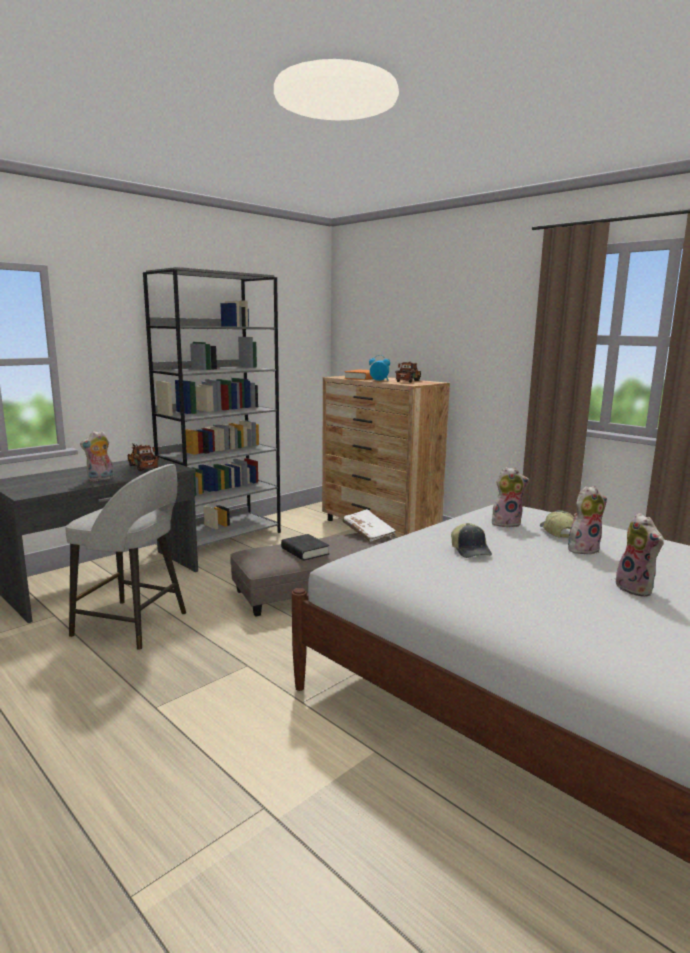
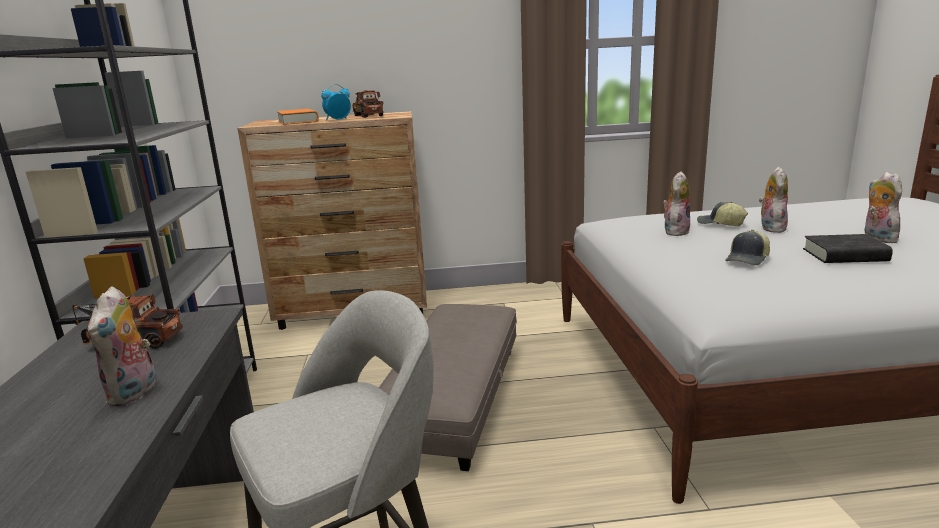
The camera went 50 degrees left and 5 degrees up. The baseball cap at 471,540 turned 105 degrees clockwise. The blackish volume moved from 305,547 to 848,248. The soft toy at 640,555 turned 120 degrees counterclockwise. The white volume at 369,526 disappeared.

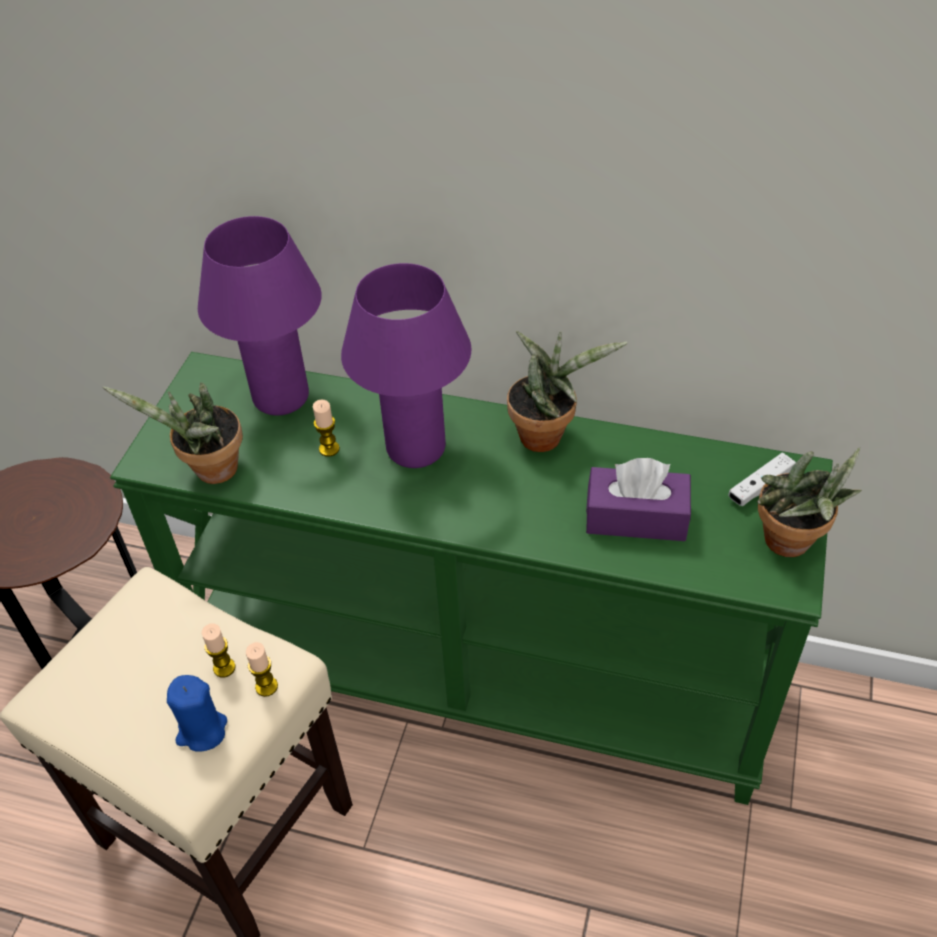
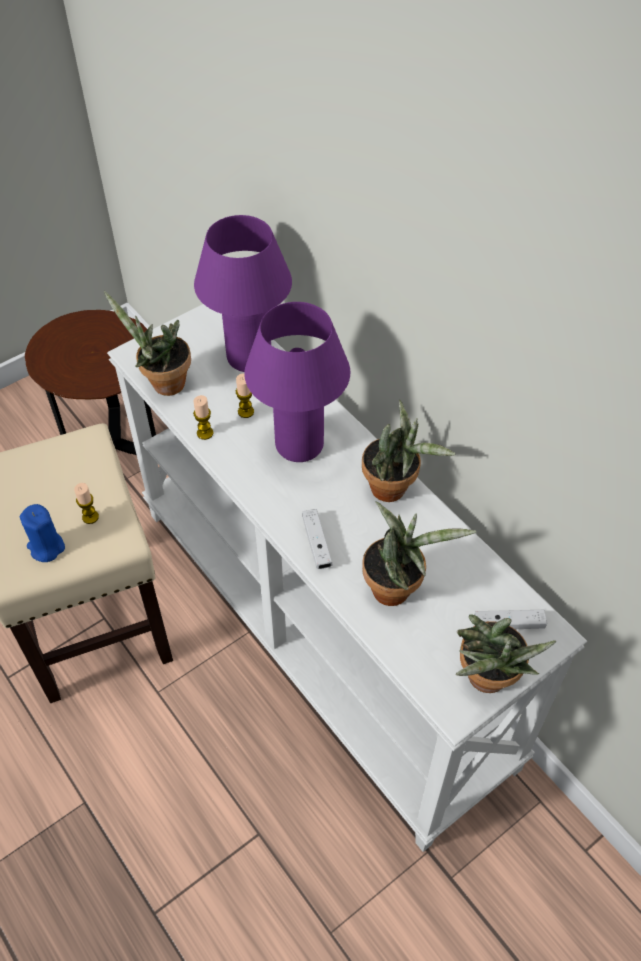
The camera went 35 degrees right and 5 degrees up. The greenish console table at 471,578 became the white console table at 347,578. The candle moved from 262,669 to 203,417. The white gamepad at 317,539 appeared. The purplish box of tissues at 638,499 was replaced by the houseplant at 419,553.

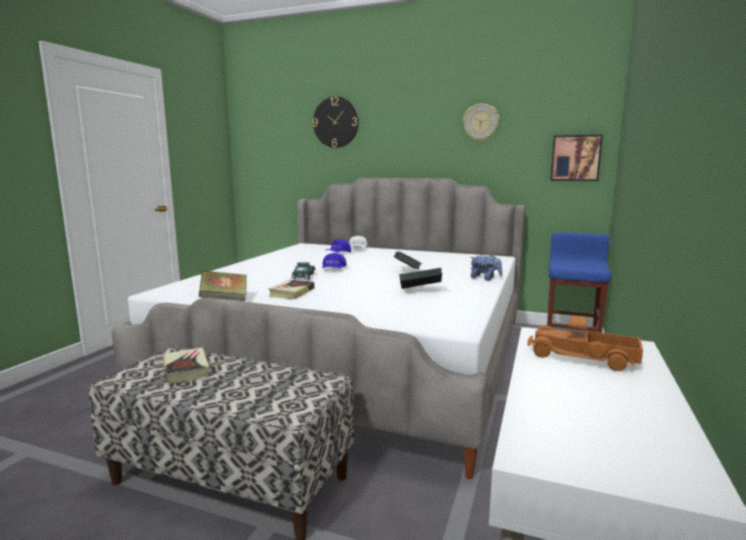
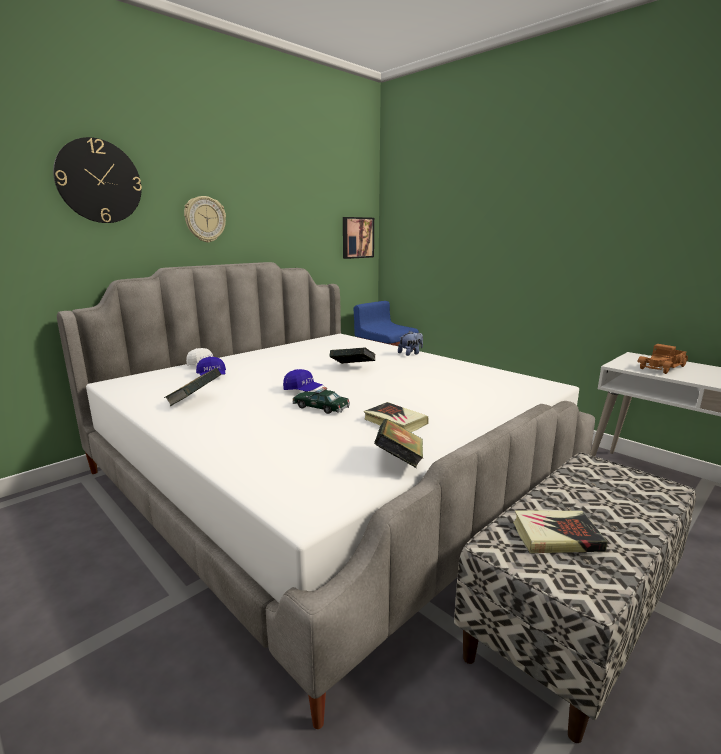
The camera went 65 degrees left and 5 degrees up. The volume moved from 420,278 to 192,387. The hanging clock moved from 481,122 to 205,219.

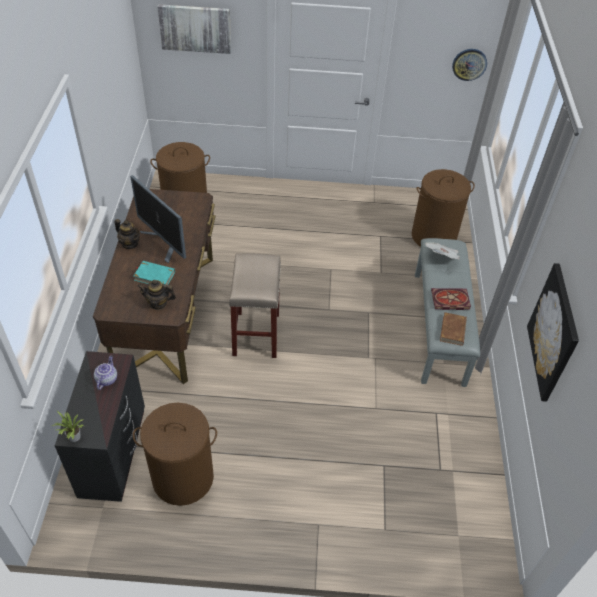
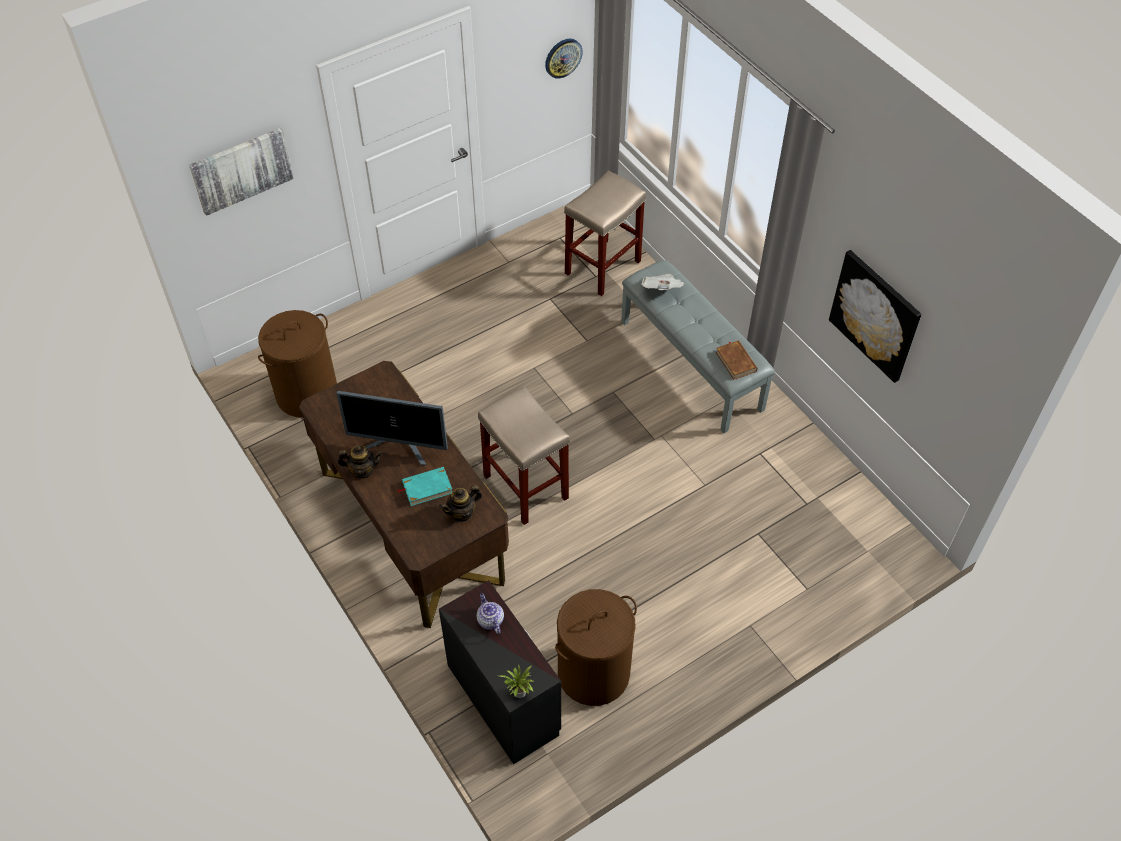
The camera went 35 degrees left and 5 degrees up. The brown washing basket at 443,208 was replaced by the sand-coloured sitting stool at 605,233. The volume at 451,299 disappeared.

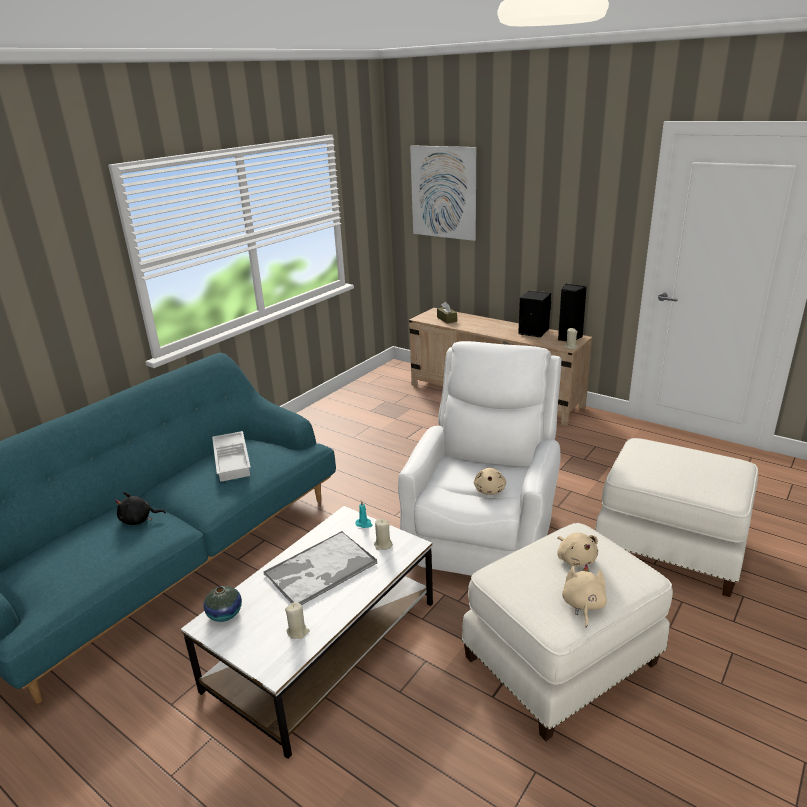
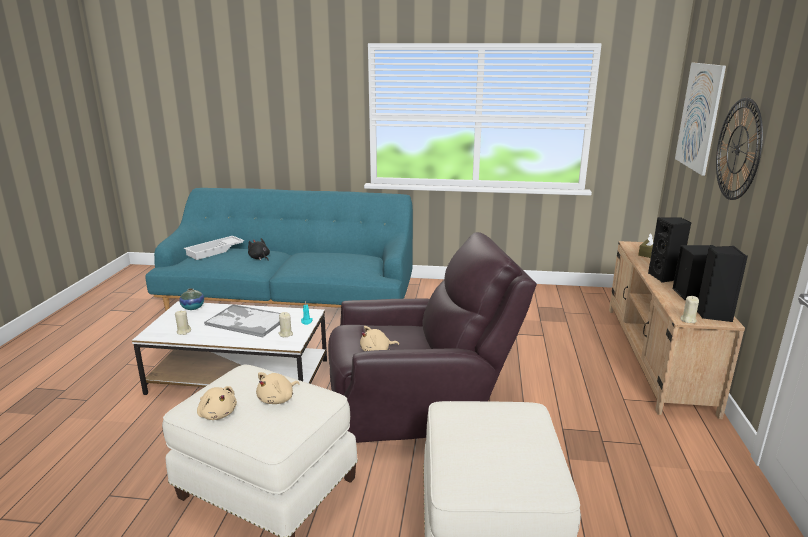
The camera went 60 degrees right and 5 degrees down. The white serving tray moved from 231,456 to 214,248. The sand-coloured soft toy at 584,596 turned 60 degrees clockwise. The white armchair at 479,458 became the brown armchair at 432,337. The blackish speaker at 669,250 appeared. The hanging clock at 739,149 appeared.

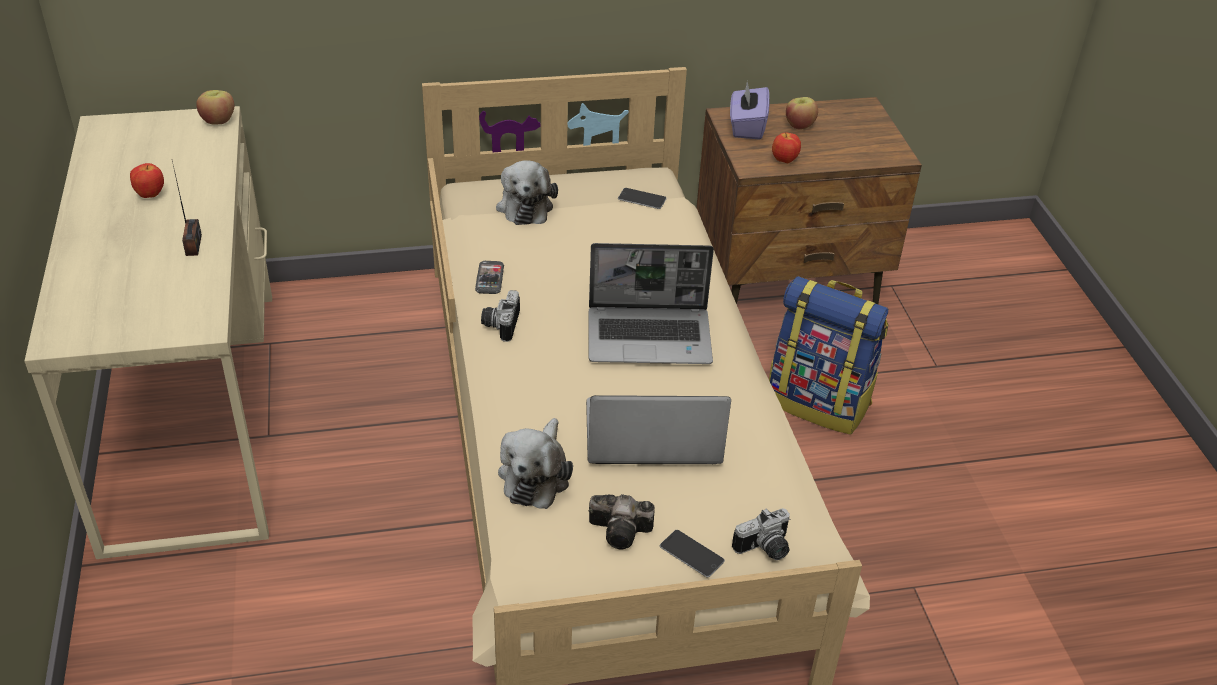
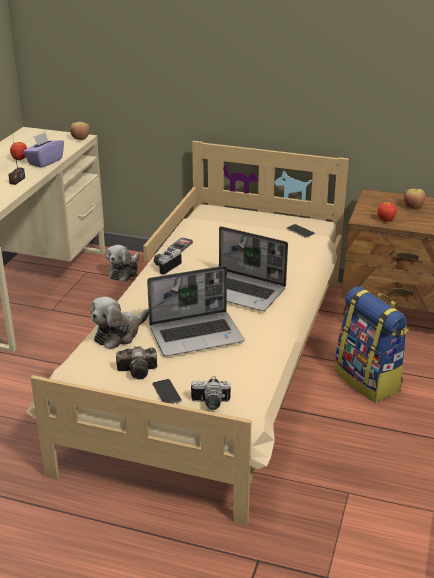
The camera went 30 degrees right and 10 degrees down. The purplish box of tissues moved from 750,111 to 43,150. The soft toy moved from 527,192 to 122,263. The still camera at 622,521 turned 45 degrees counterclockwise. The laptop at 658,429 turned 135 degrees clockwise.

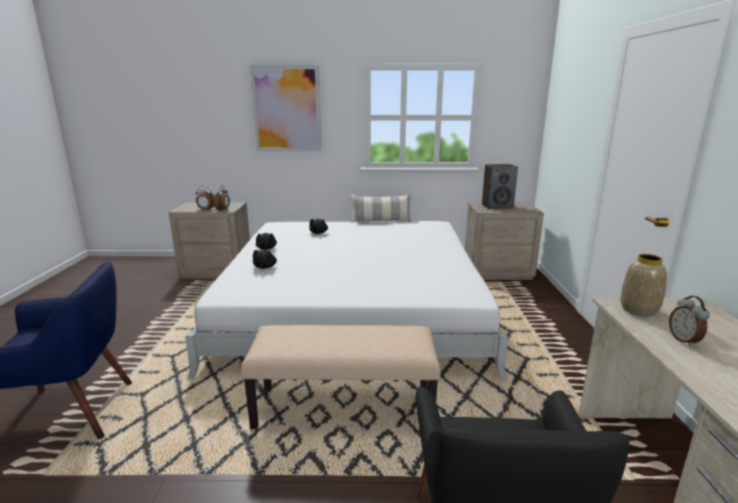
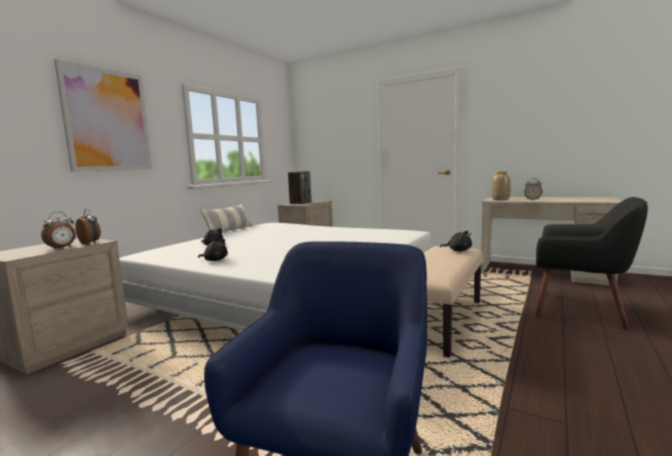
The camera went 60 degrees left and 10 degrees down. The blackish soft toy moved from 265,259 to 456,241.

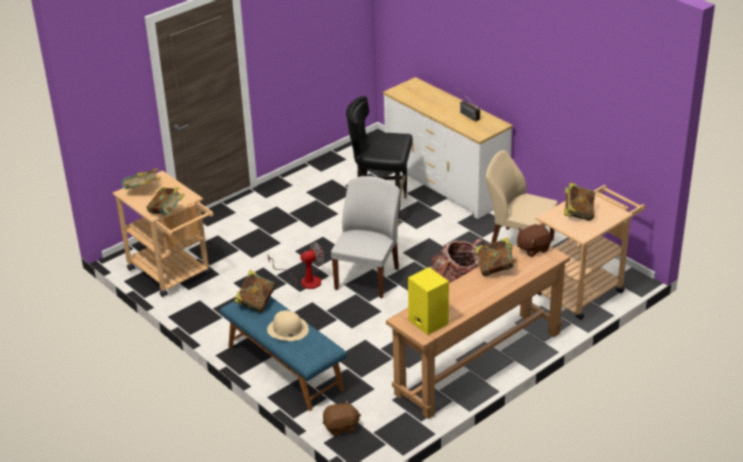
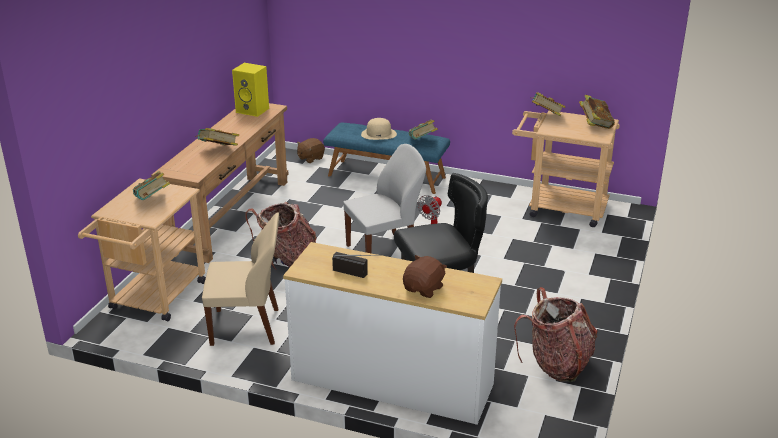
The camera went 150 degrees right and 5 degrees down. The white plain chair at 365,237 turned 105 degrees counterclockwise. The brown soft toy moved from 534,240 to 425,276. The backpack at 556,334 appeared.

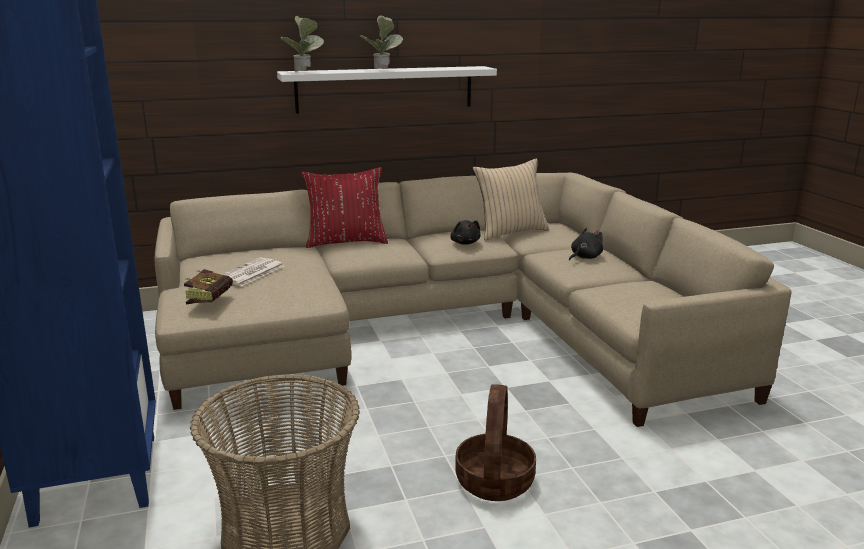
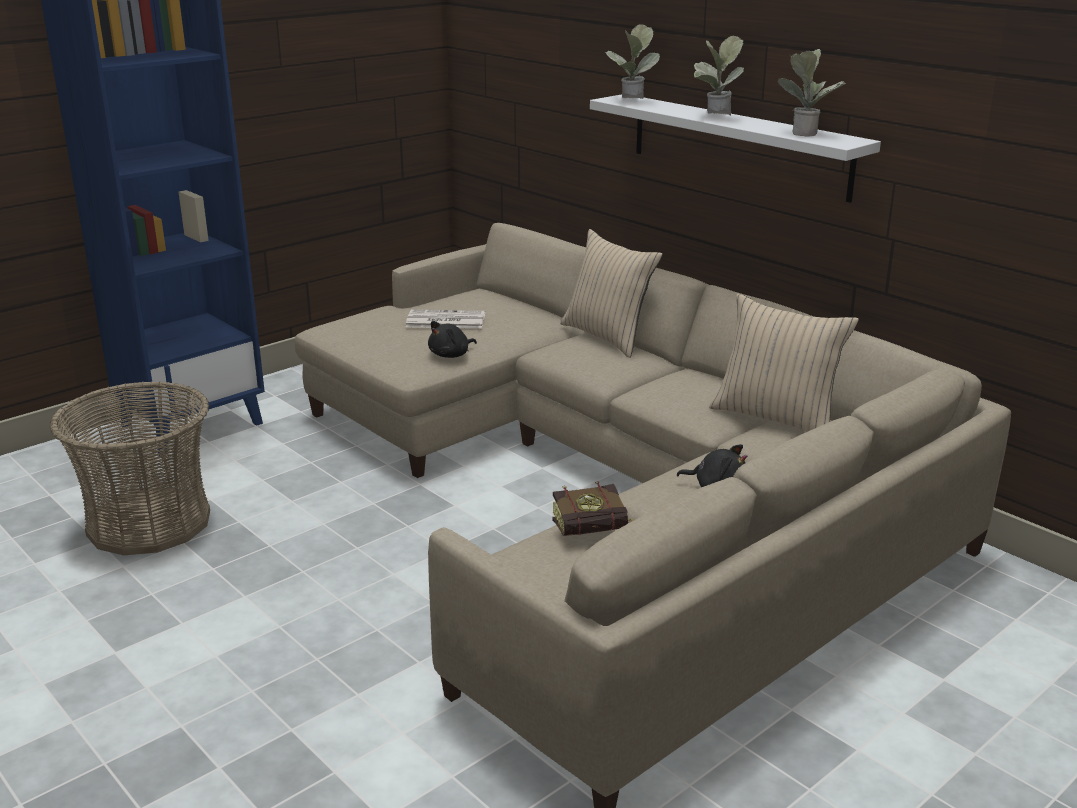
The camera went 65 degrees right and 5 degrees up. The blackish soft toy moved from 465,232 to 452,339. The volume moved from 208,287 to 592,508. The red cushion at 344,207 became the sand-coloured cushion at 611,293. The houseplant at 812,93 appeared. The storage basket at 495,443 disappeared.

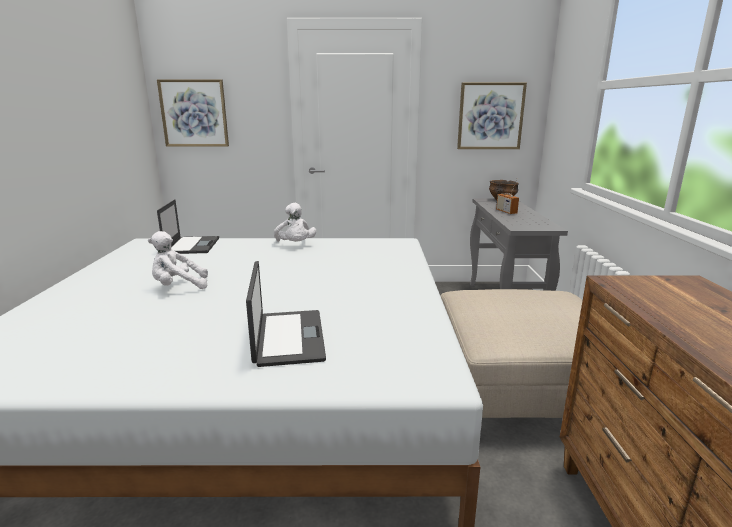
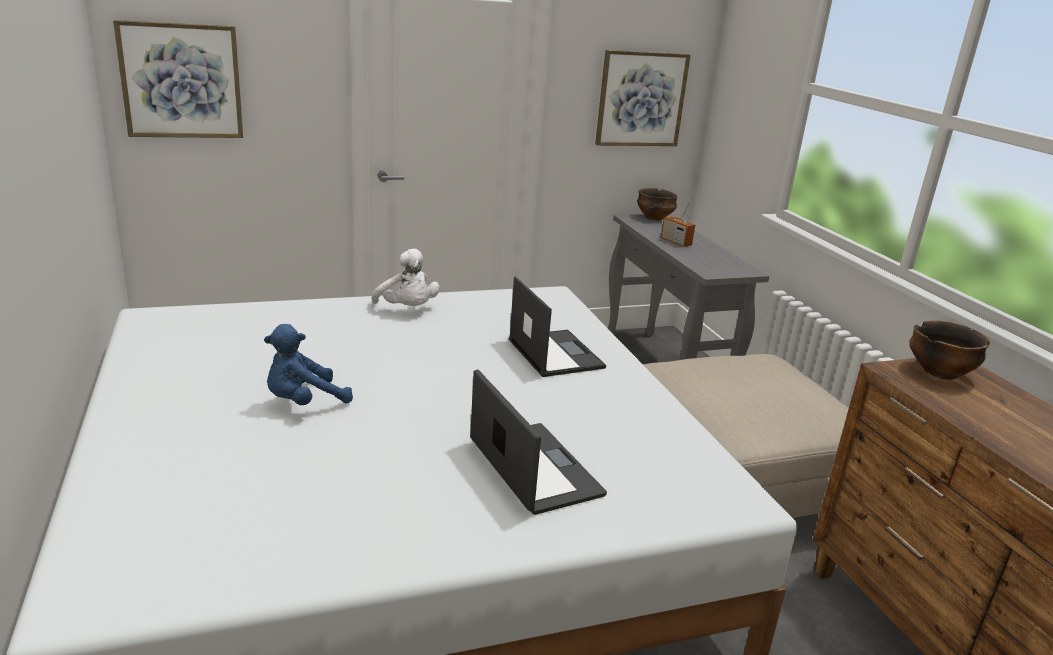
The camera went 20 degrees left and 5 degrees up. The white soft toy at 178,260 became the bluish soft toy at 308,364. The laptop moved from 188,226 to 557,326. The bowl at 949,350 appeared.

